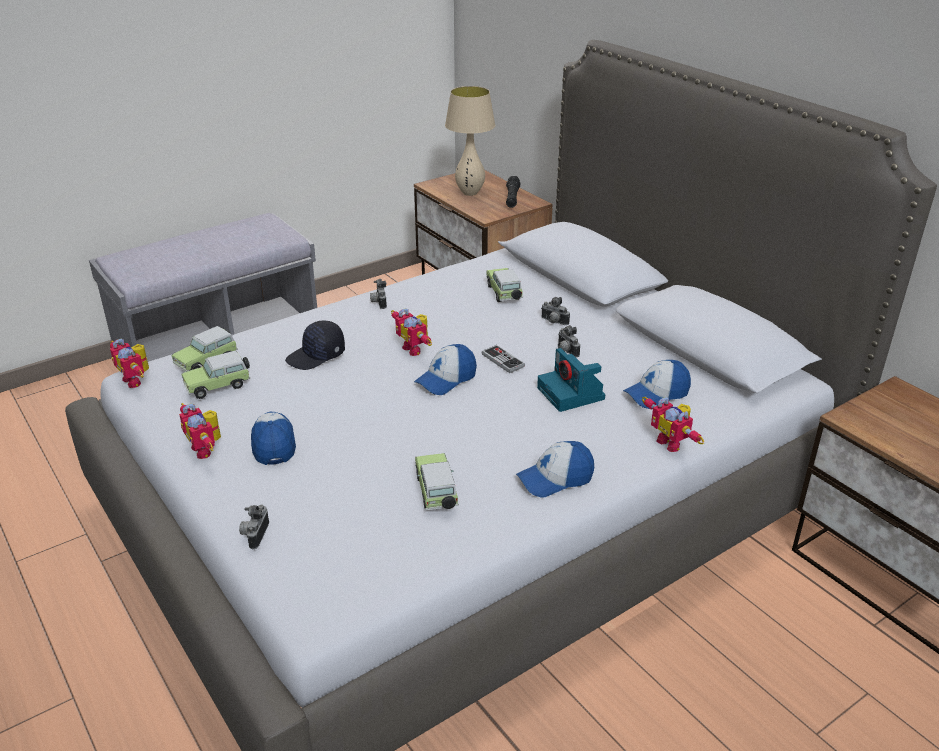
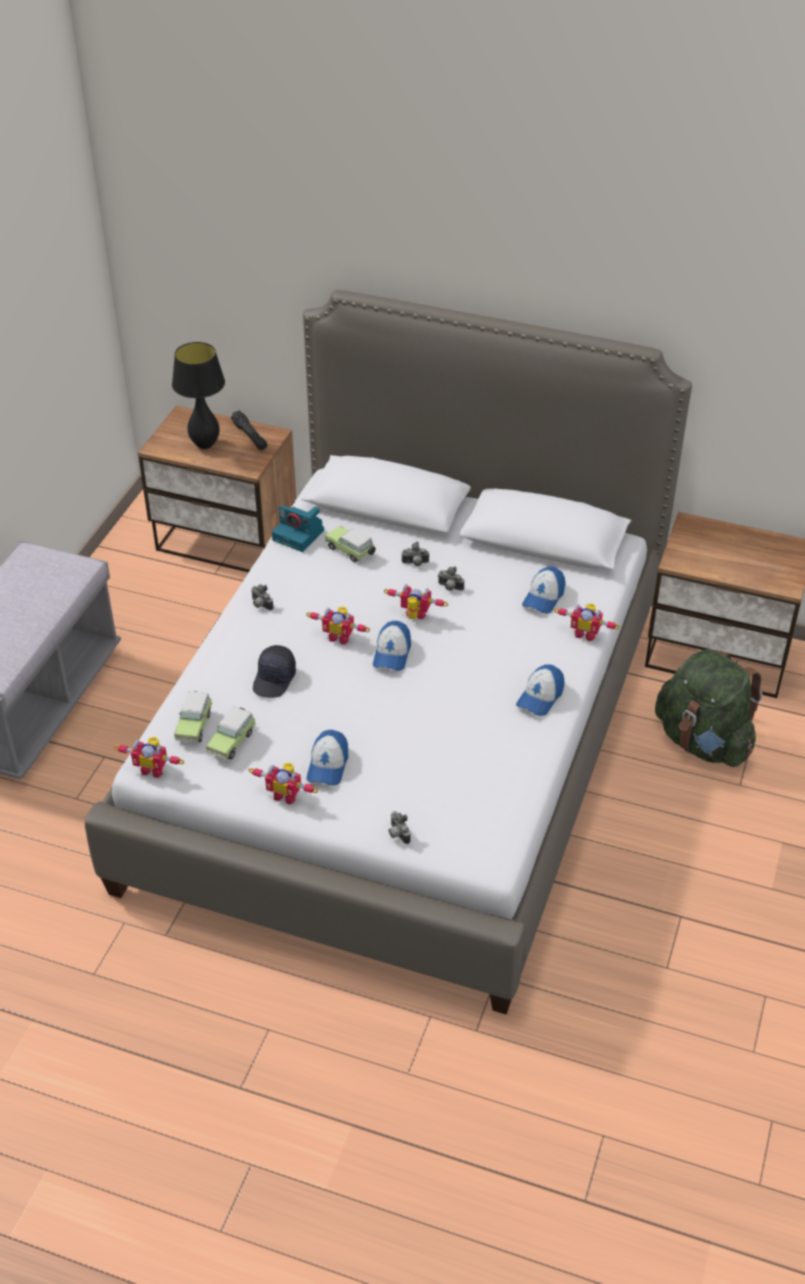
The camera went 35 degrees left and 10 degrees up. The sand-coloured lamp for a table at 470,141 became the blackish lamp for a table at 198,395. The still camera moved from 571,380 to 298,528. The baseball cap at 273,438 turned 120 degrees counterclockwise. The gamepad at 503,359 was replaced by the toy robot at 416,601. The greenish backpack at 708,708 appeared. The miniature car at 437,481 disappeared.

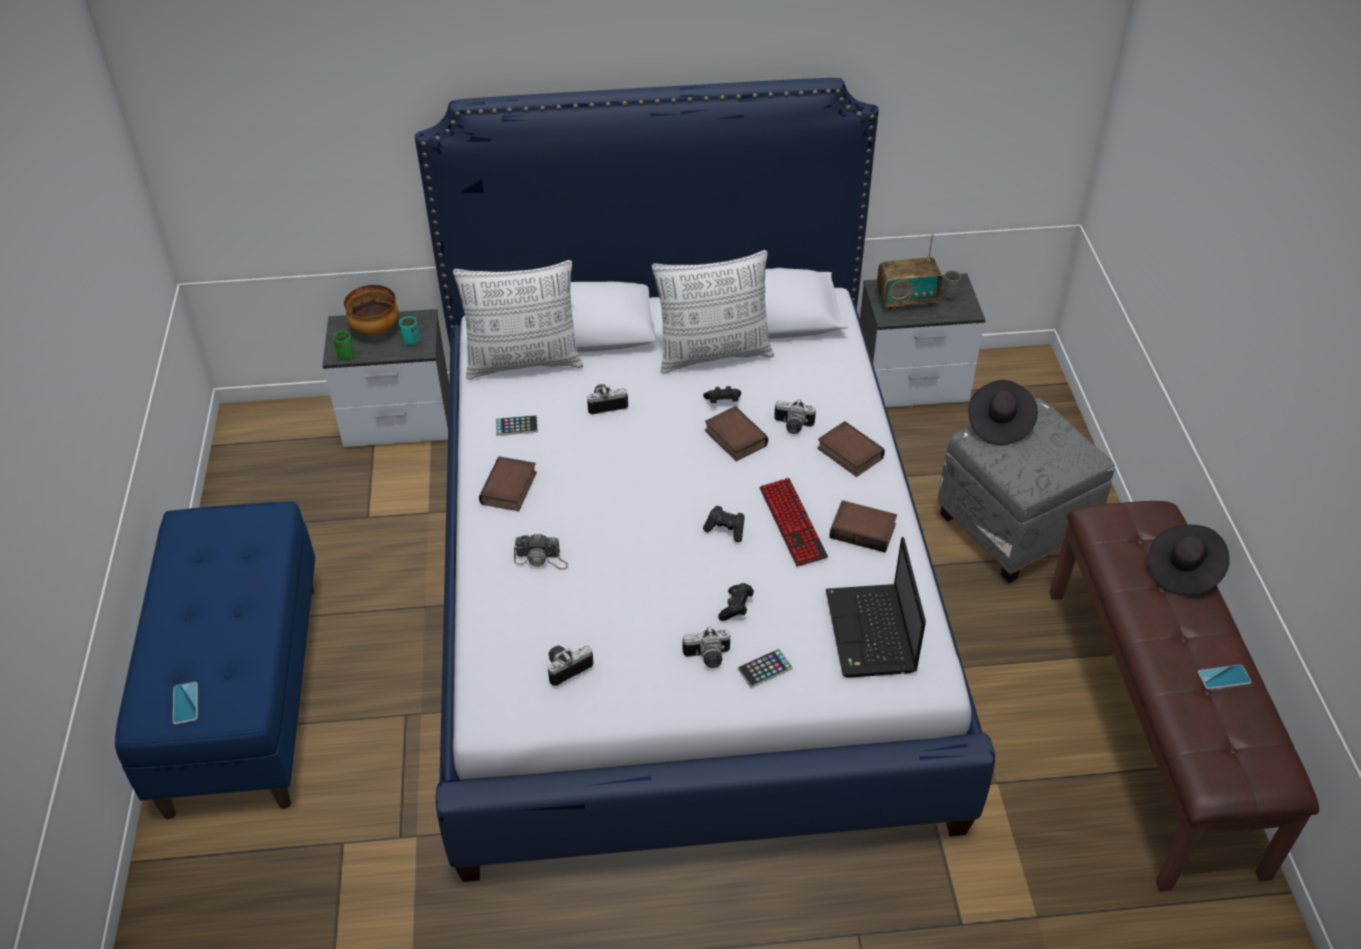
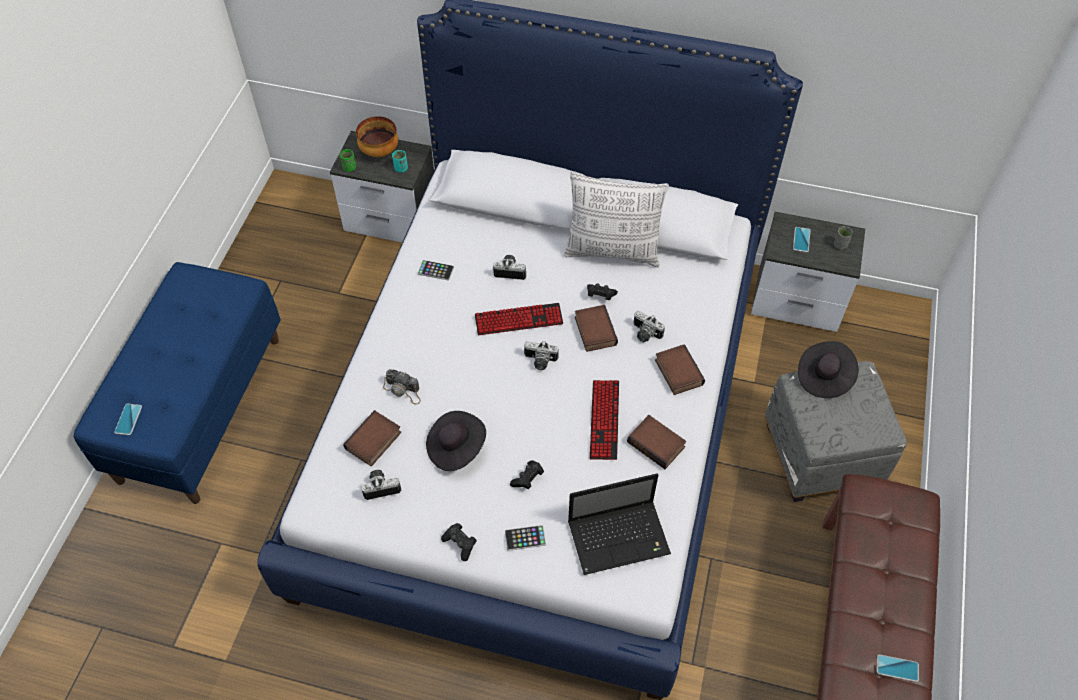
The camera went 20 degrees right and 10 degrees up. The volume moved from 508,483 to 372,438. The blackish wearable hat moved from 1188,560 to 456,441. The blackish gamepad moved from 724,524 to 459,542. The computer keyboard at 519,319 appeared. The still camera moved from 706,647 to 541,355. The laptop at 876,607 turned 120 degrees counterclockwise. The radio set at 910,272 was replaced by the phone at 801,239. The cushion at 518,320 disappeared.

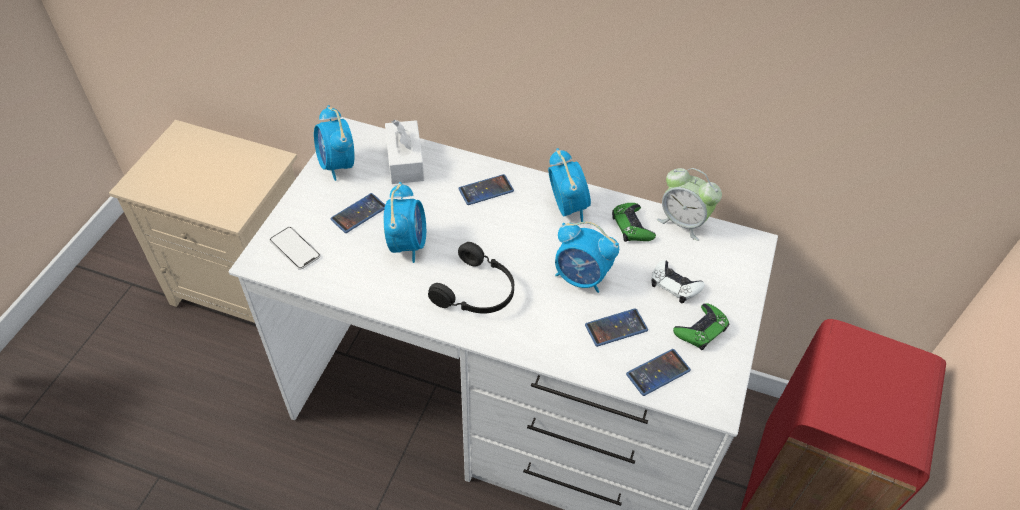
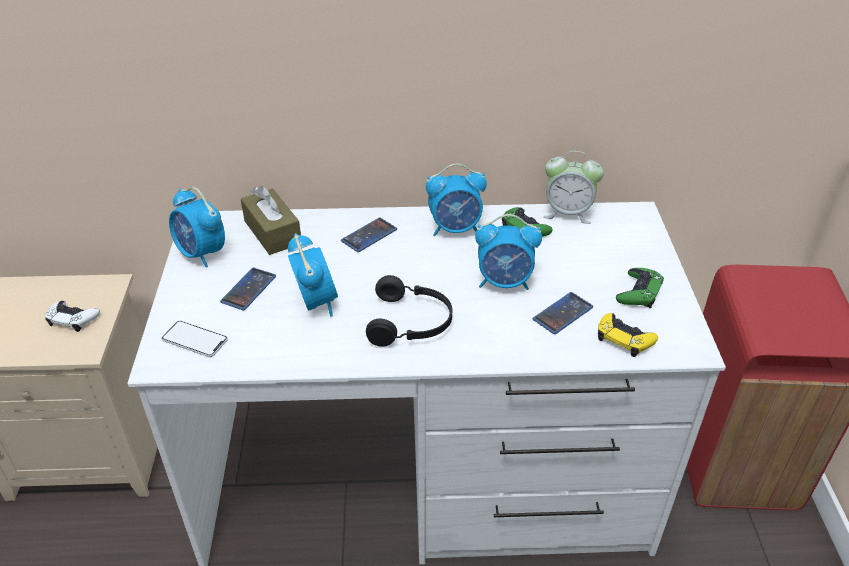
The camera went 20 degrees left and 10 degrees down. The white gamepad moved from 678,281 to 72,316. The white box of tissues at 404,152 became the brown box of tissues at 271,220. The bedside clock at 569,185 turned 120 degrees clockwise. The phone at 658,372 was replaced by the yellowish gamepad at 628,335.

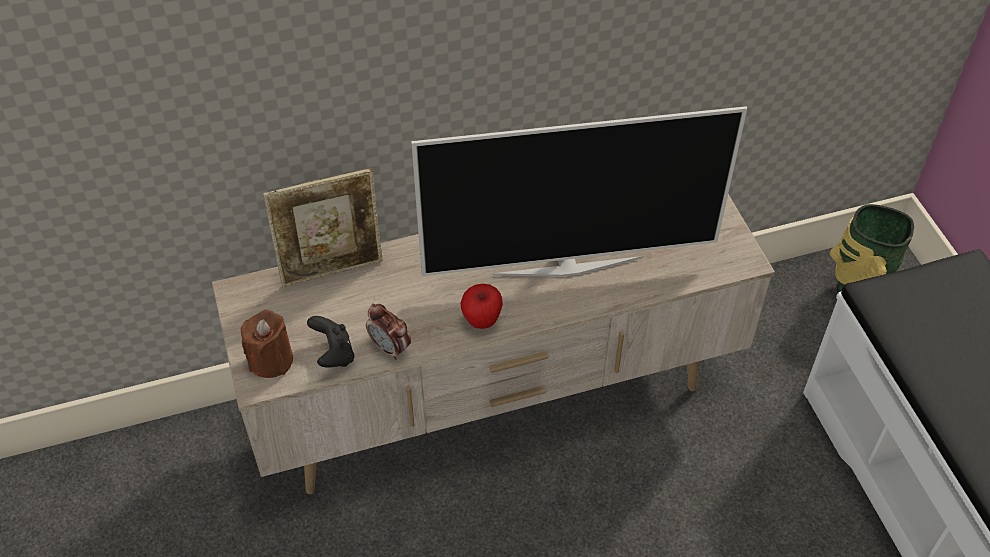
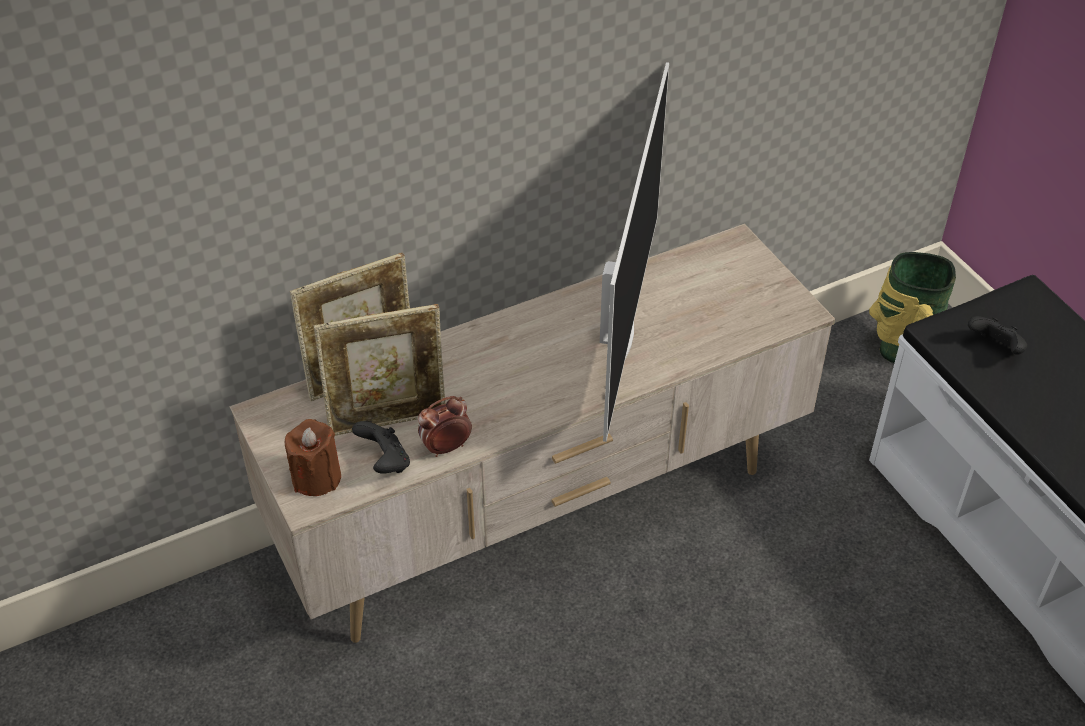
The camera went 10 degrees left and 5 degrees down. The standing frame at 379,370 appeared. The bedside clock at 388,331 turned 120 degrees clockwise. The TV set at 579,191 turned 60 degrees counterclockwise. The blackish gamepad at 997,335 appeared. The apple at 481,306 disappeared.

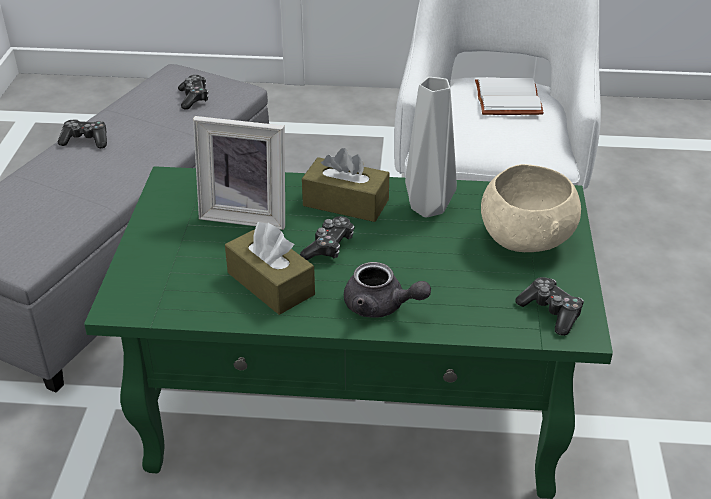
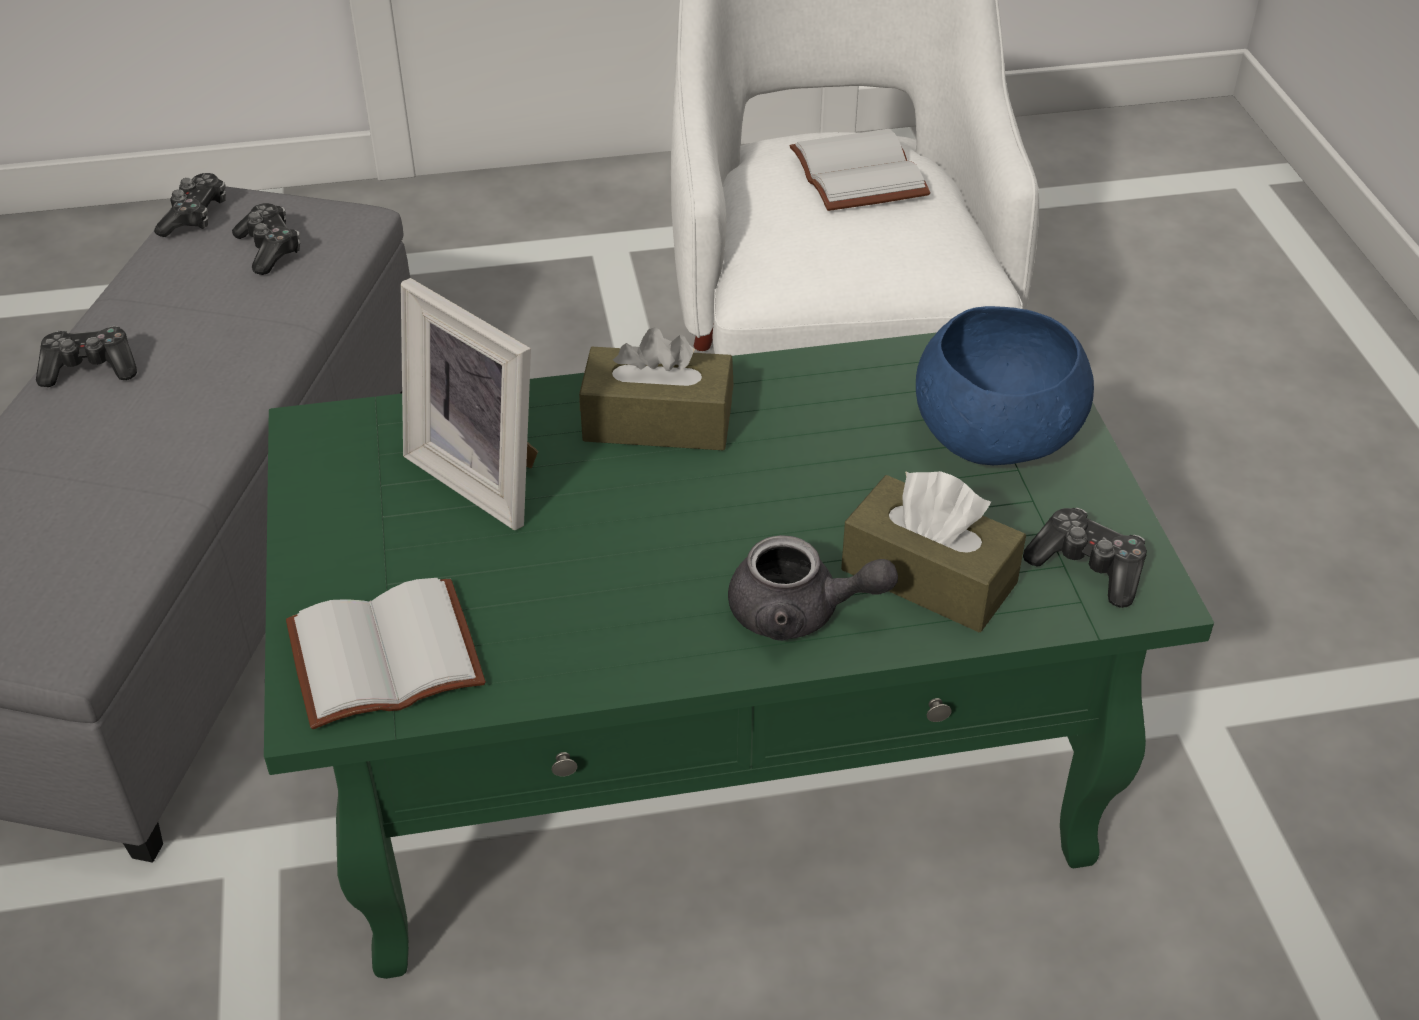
The camera went 15 degrees left and 5 degrees up. The gamepad moved from 327,238 to 190,205. The white volume at 386,653 appeared. The standing frame at 239,173 turned 45 degrees clockwise. The brown box of tissues moved from 270,268 to 933,551. The sand-coloured bowl at 531,208 became the bluish bowl at 1005,385. The gray vase at 431,147 disappeared.

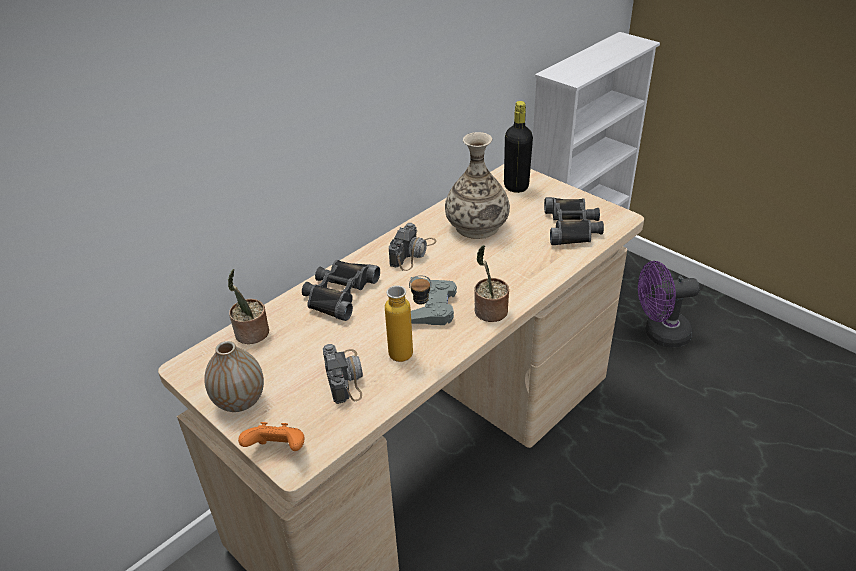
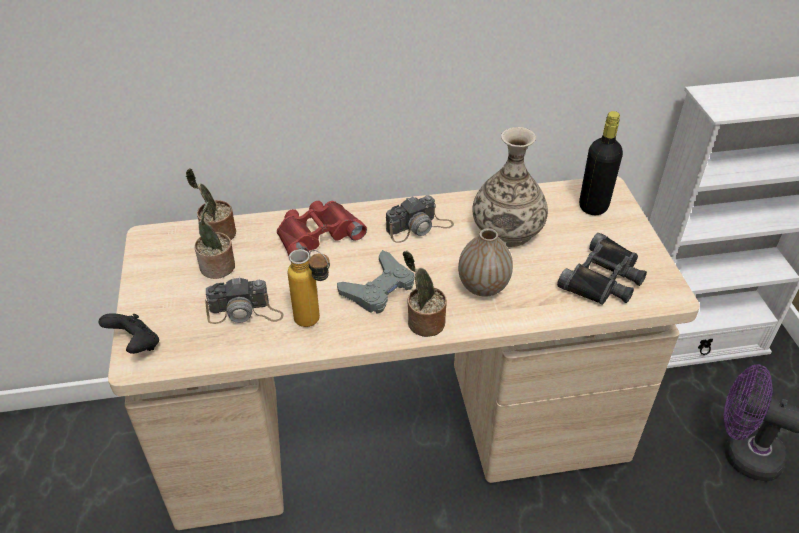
The camera went 35 degrees right and 5 degrees up. The orange-coloured gamepad at 271,436 became the blackish gamepad at 129,333. The houseplant at 215,240 appeared. The still camera at 343,374 turned 60 degrees clockwise. The blackish pair of binoculars at 341,290 became the red pair of binoculars at 322,228. The vase moved from 234,376 to 485,262.

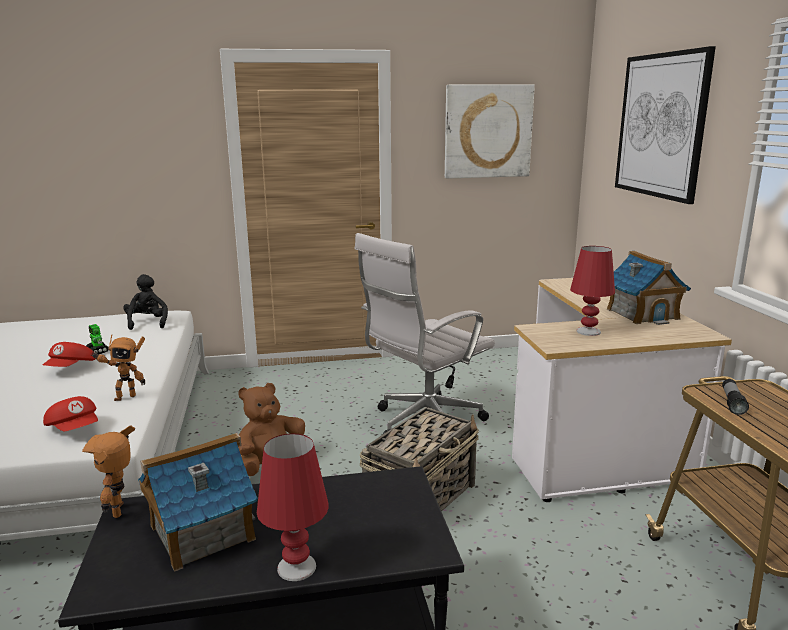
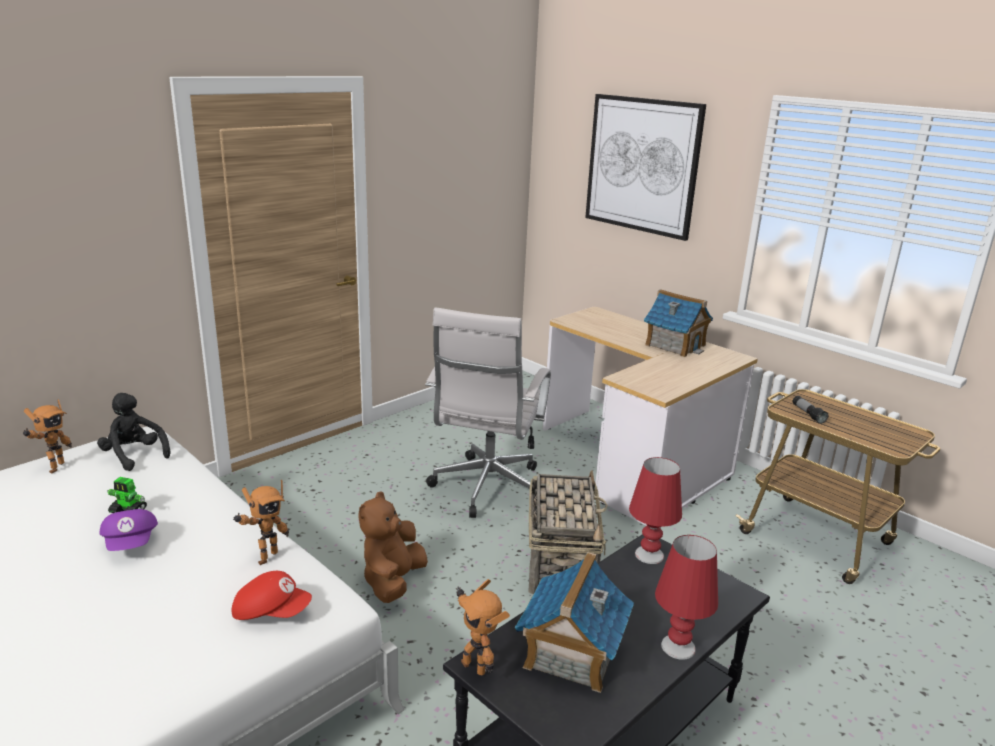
The camera went 35 degrees left and 5 degrees up. The toy robot at 47,436 appeared. The red baseball cap at 69,354 became the purplish baseball cap at 129,530. The red lamp for a table moved from 592,291 to 655,510. The picture at 490,131 disappeared.

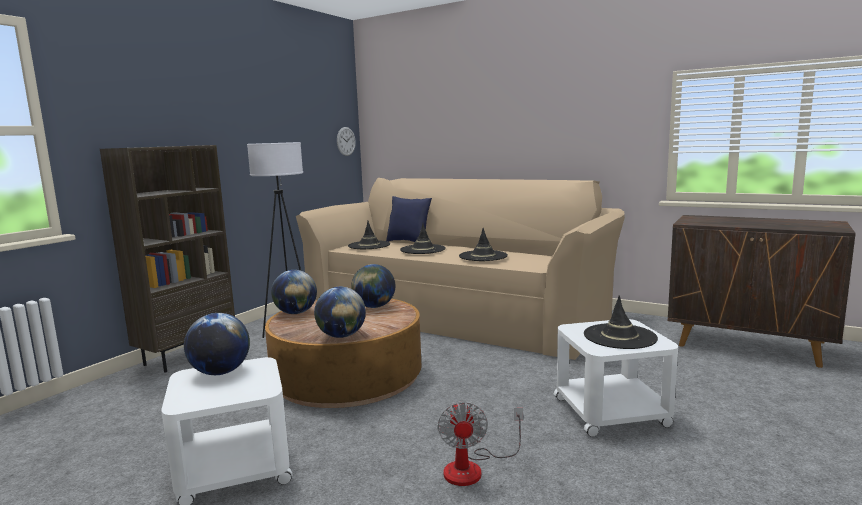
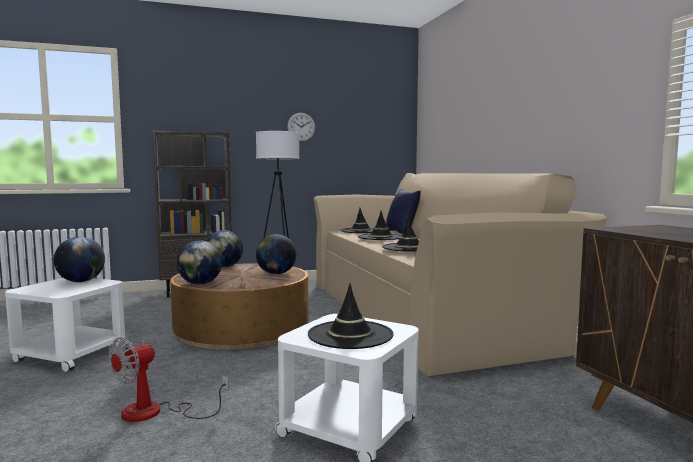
The camera went 40 degrees right and 5 degrees down. The hanging clock moved from 346,141 to 301,127.

